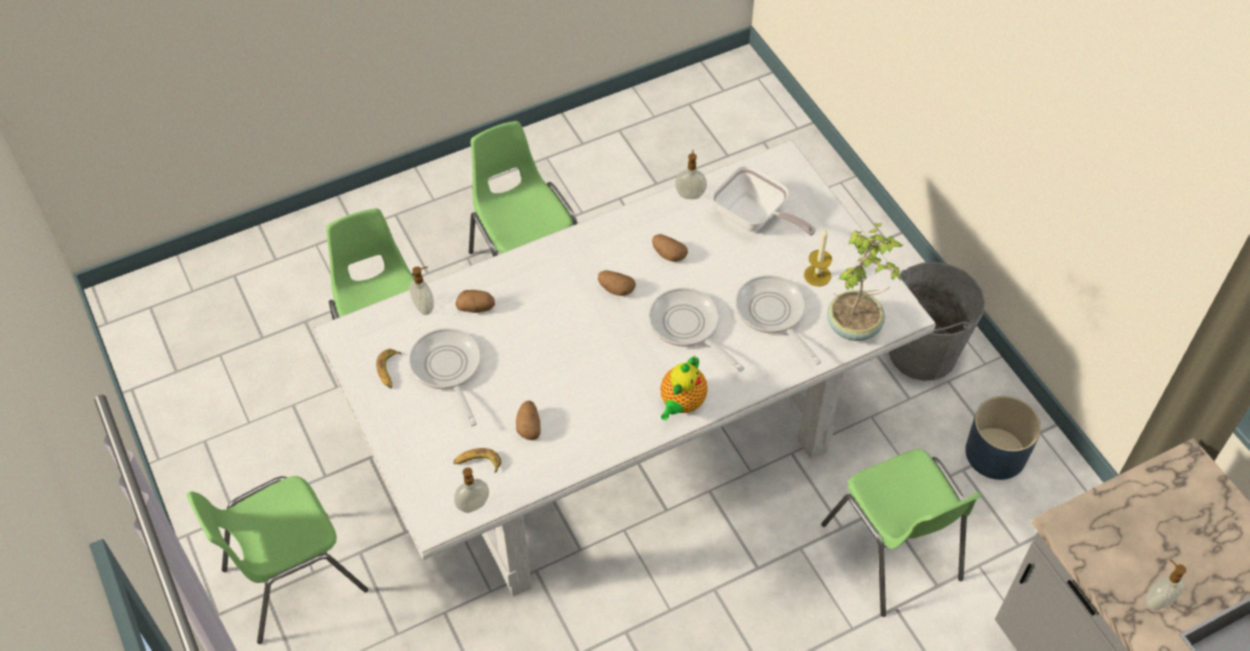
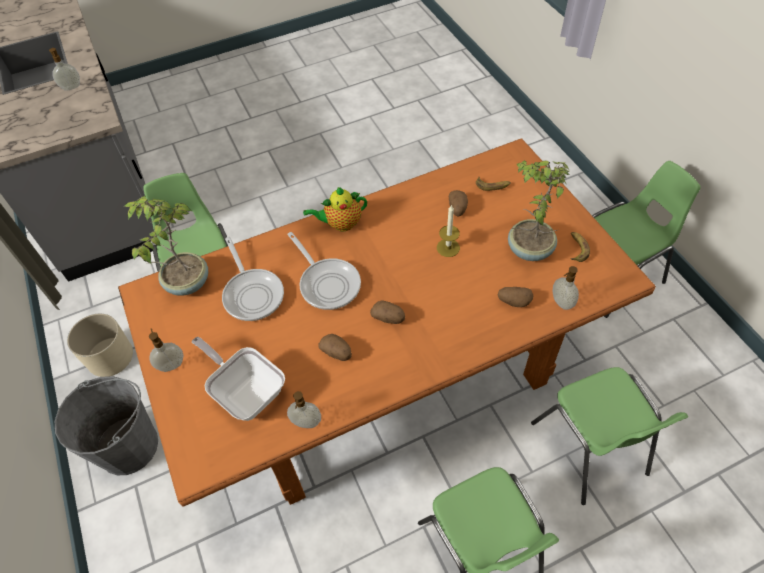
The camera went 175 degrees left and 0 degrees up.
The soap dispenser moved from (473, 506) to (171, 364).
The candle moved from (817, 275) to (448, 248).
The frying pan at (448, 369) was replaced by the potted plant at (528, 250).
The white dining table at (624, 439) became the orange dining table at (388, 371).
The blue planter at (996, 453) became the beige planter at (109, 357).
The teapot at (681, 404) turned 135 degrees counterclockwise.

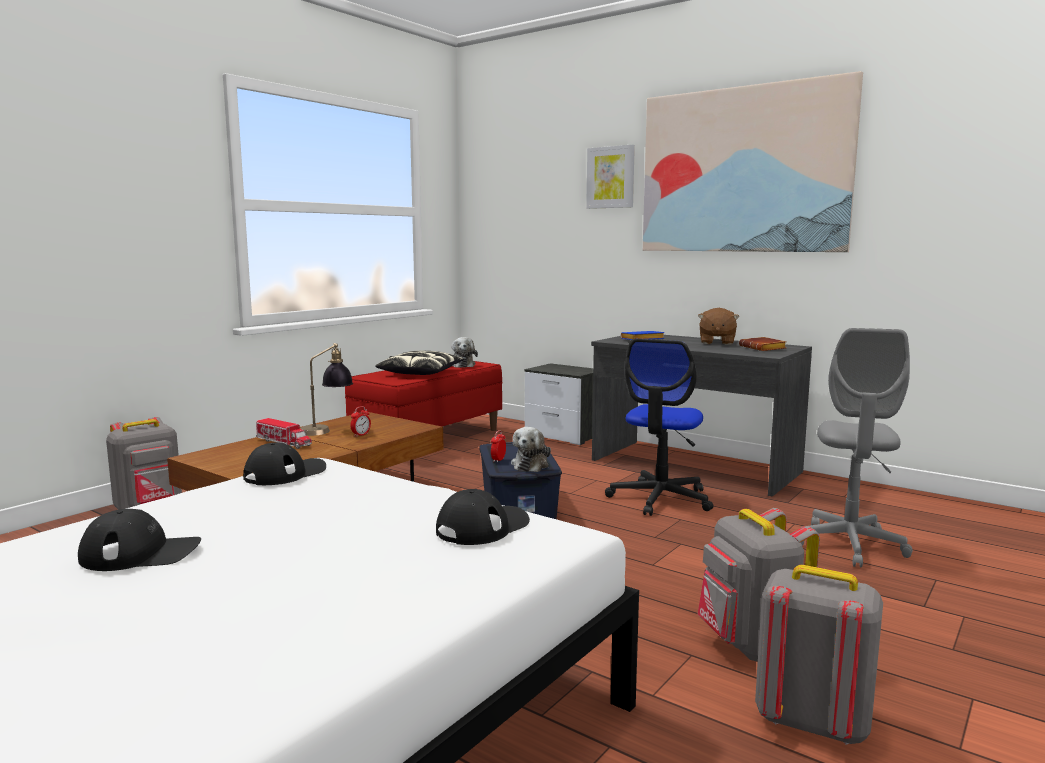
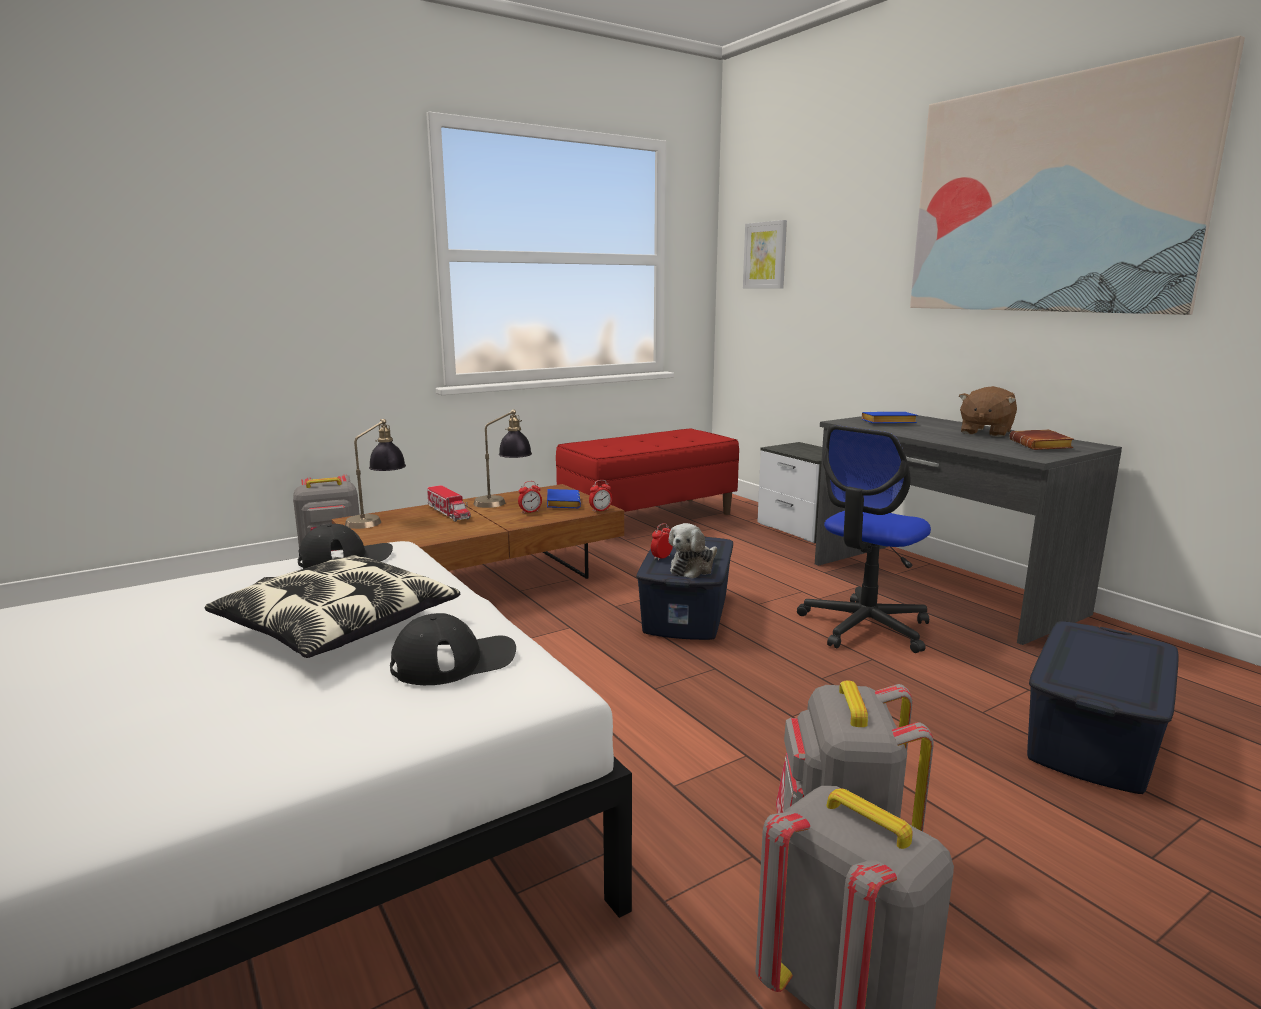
The camera went 20 degrees right and 5 degrees up.
The black cap at (141, 553) disappeared.
The plush toy at (461, 365) disappeared.
The table lamp at (378, 520) appeared.
The blue book at (561, 503) appeared.
The alarm clock at (600, 510) appeared.
The pillow moved from (421, 373) to (338, 626).
The picture moved from (611, 177) to (765, 255).
The grey office chair at (849, 545) was replaced by the blue storage box at (1092, 736).

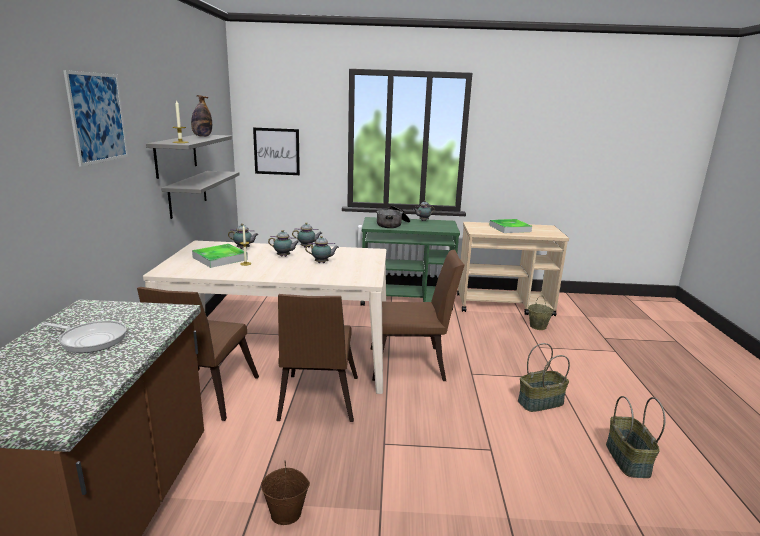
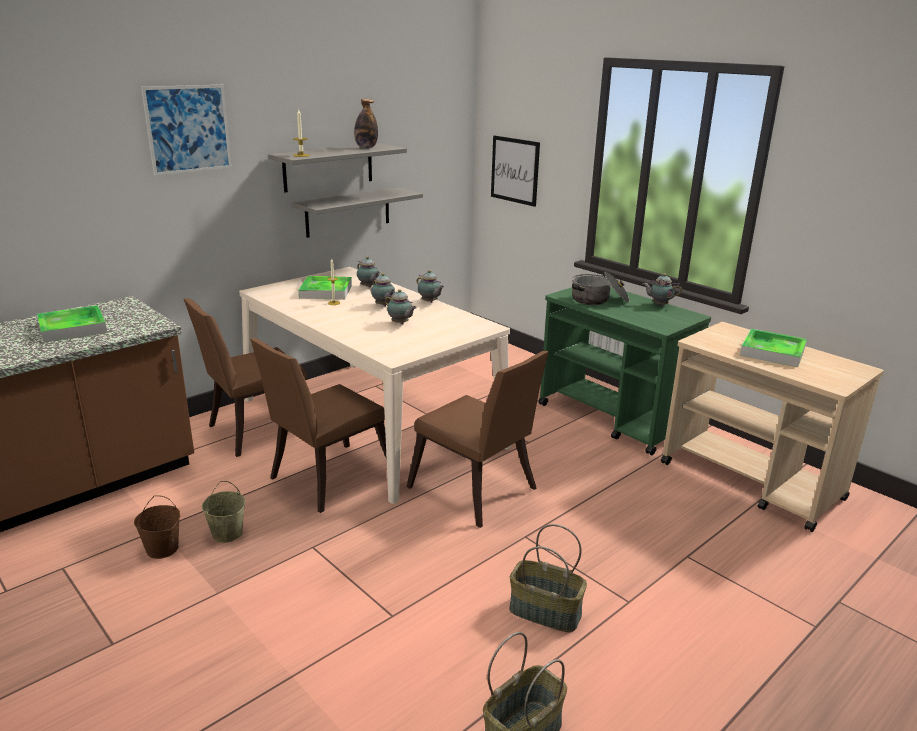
The camera went 45 degrees right and 5 degrees up.
The beige bucket moved from (537, 326) to (227, 533).
The frying pan at (91, 339) was replaced by the tray at (72, 328).

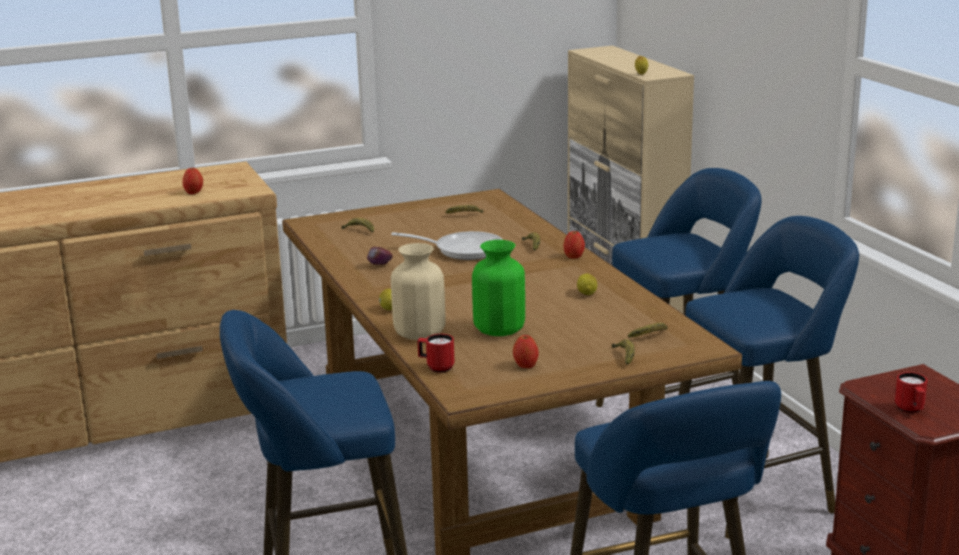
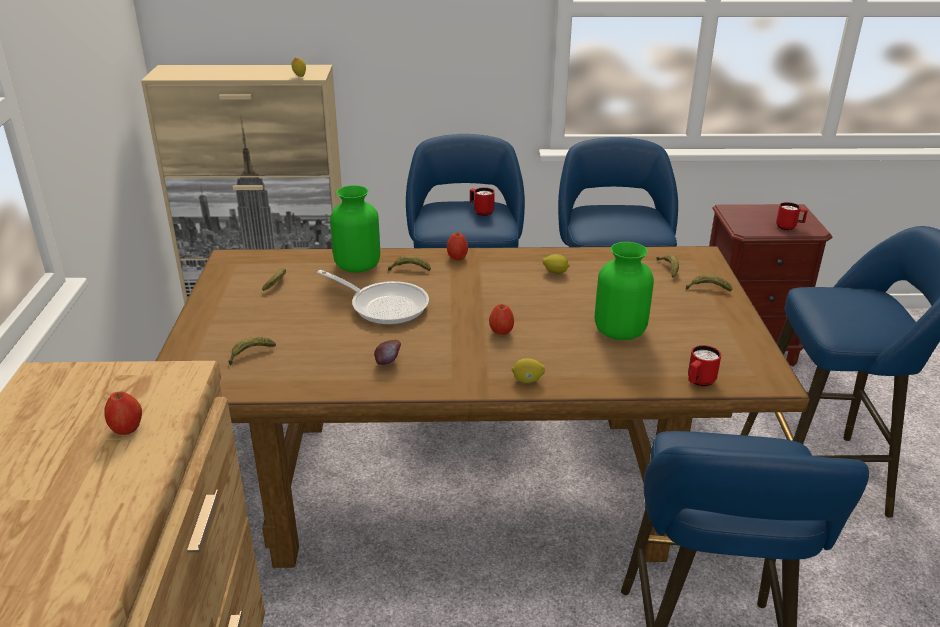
The camera went 70 degrees left and 10 degrees up.
The beige vase at (419, 333) disappeared.
The green vase at (357, 265) appeared.
The red mug at (481, 212) appeared.
The apple moved from (525, 365) to (501, 332).
The frying pan at (462, 250) turned 90 degrees clockwise.

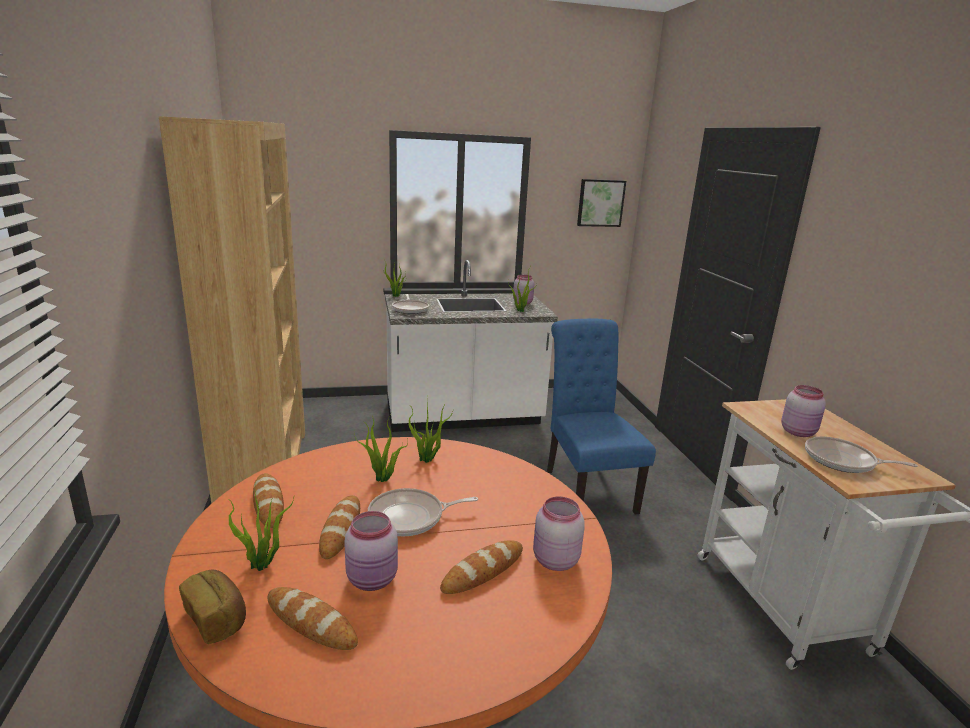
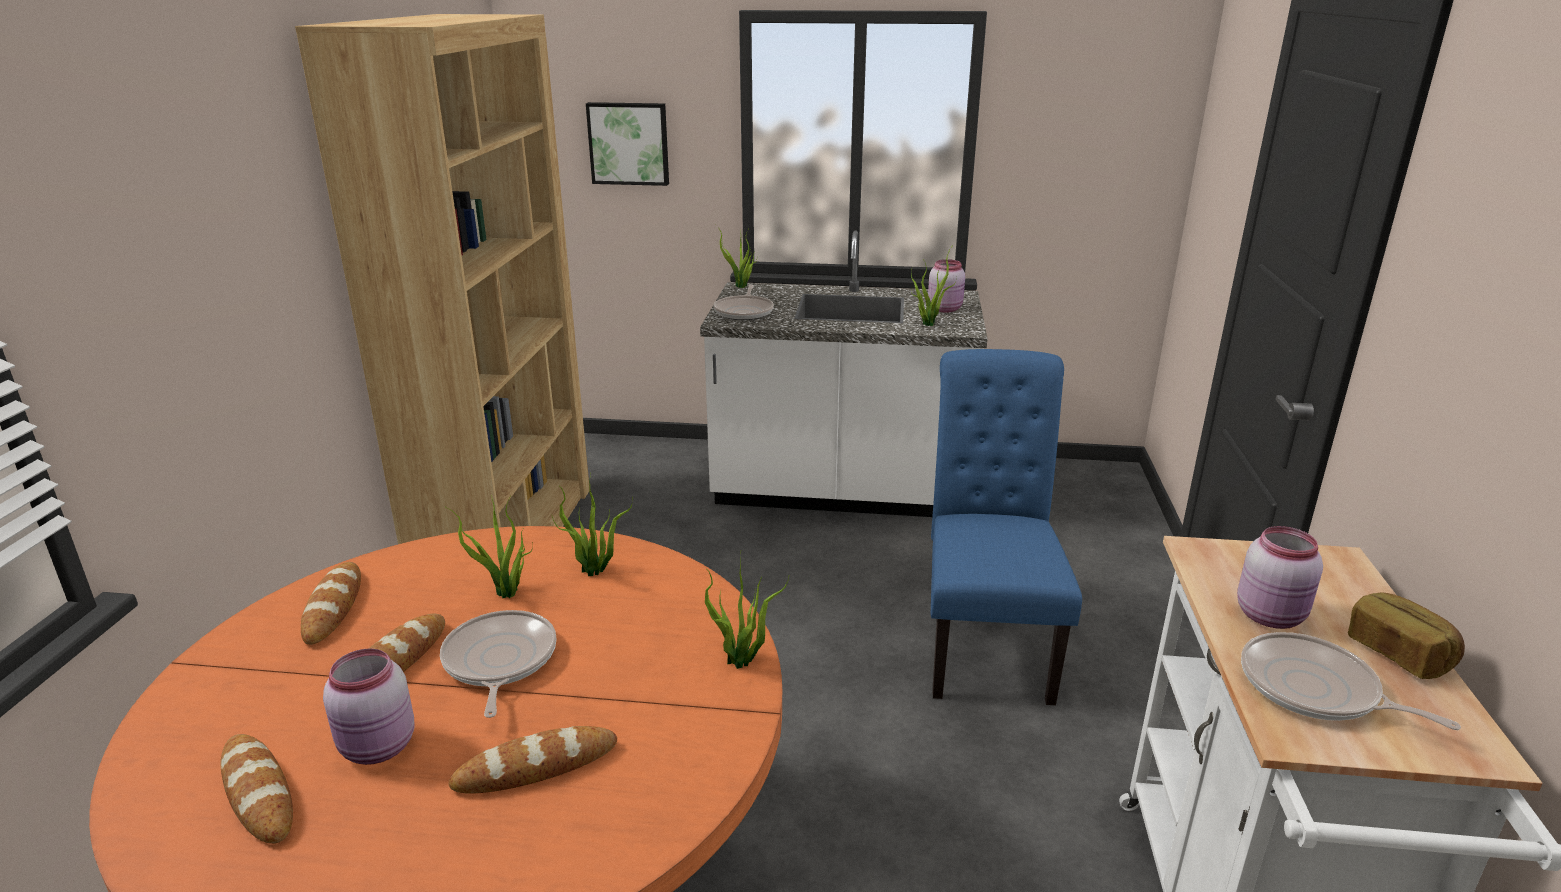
The camera went 20 degrees right and 5 degrees up.
The pink jar at (554, 560) disappeared.
The bread moved from (217, 619) to (1398, 653).
The potted plant moved from (263, 565) to (742, 662).
The picture moved from (600, 203) to (629, 143).
The frying pan at (410, 517) turned 75 degrees clockwise.

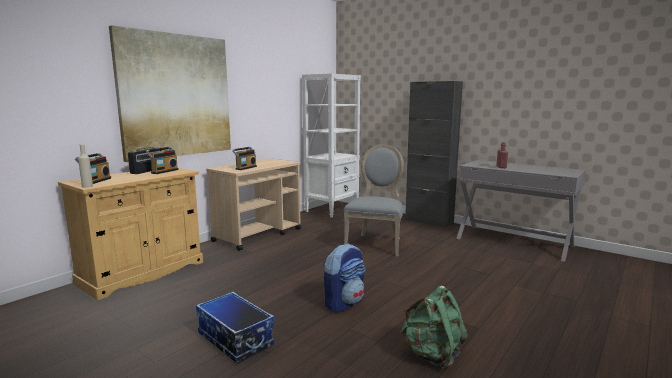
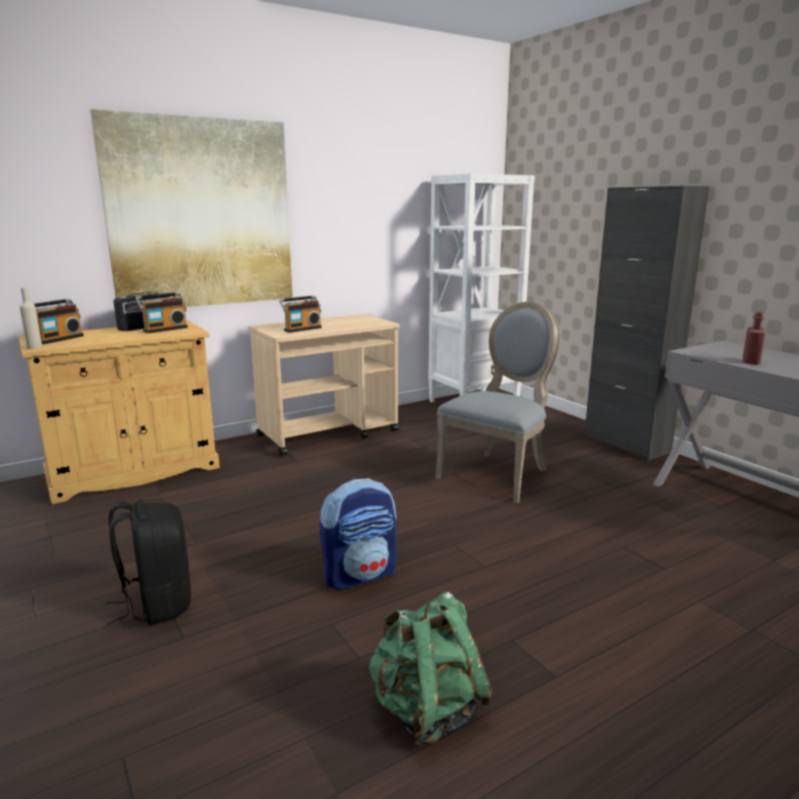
The camera went 20 degrees right and 5 degrees up.
The storage box at (234, 340) was replaced by the black backpack at (156, 604).

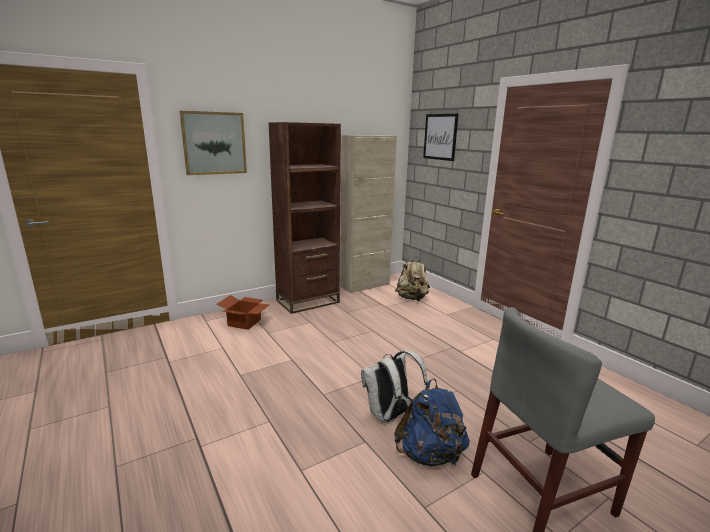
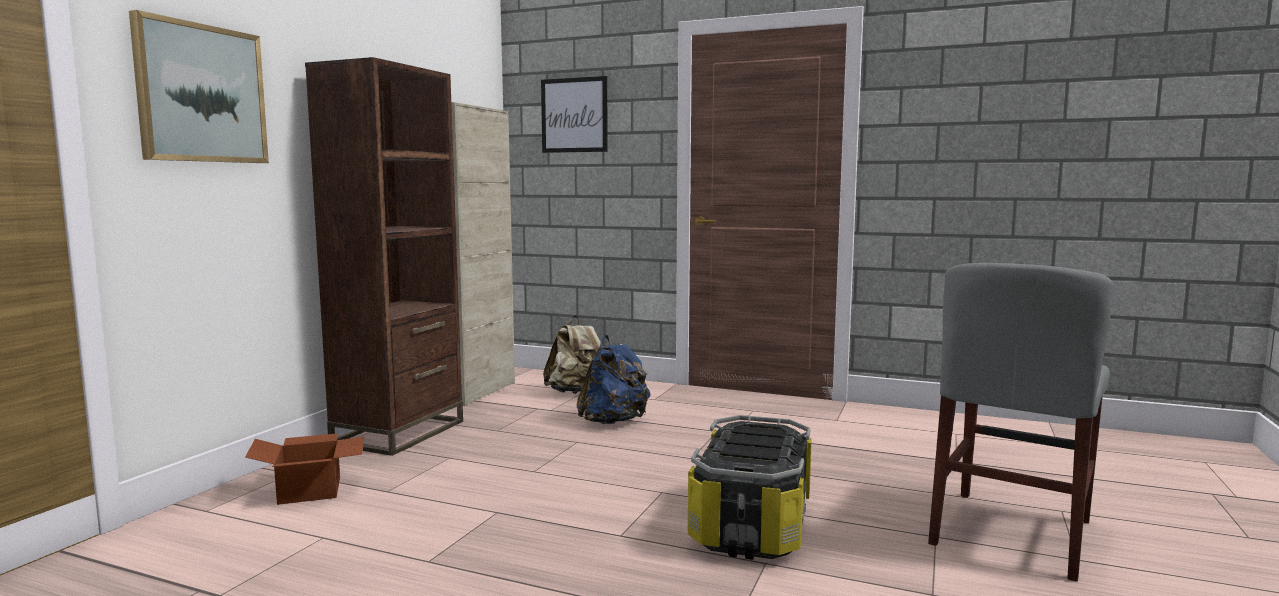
The camera went 35 degrees left and 10 degrees down.
The blue backpack moved from (430, 455) to (613, 422).
The white backpack at (390, 415) was replaced by the storage box at (753, 524).

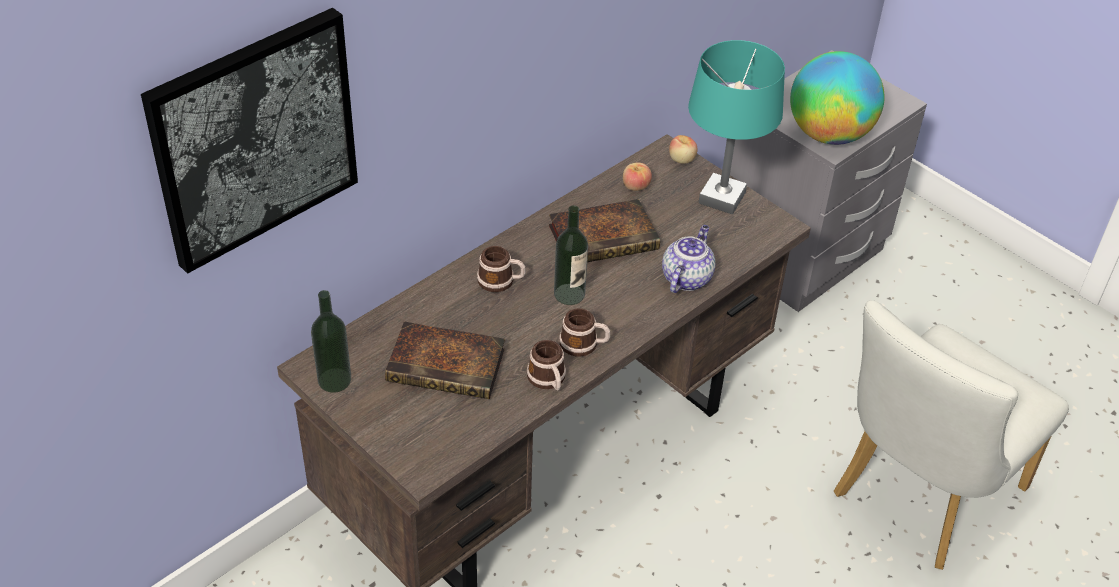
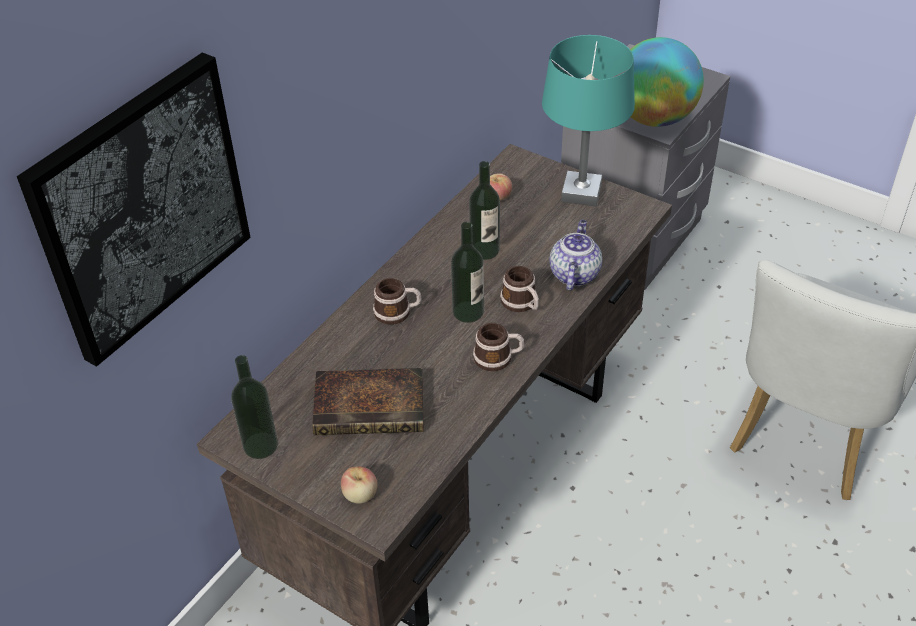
The camera went 10 degrees left and 0 degrees up.
The mug moved from (548, 380) to (522, 304).
The apple moved from (682, 160) to (360, 495).
The book at (605, 237) was replaced by the bottle at (484, 250).

